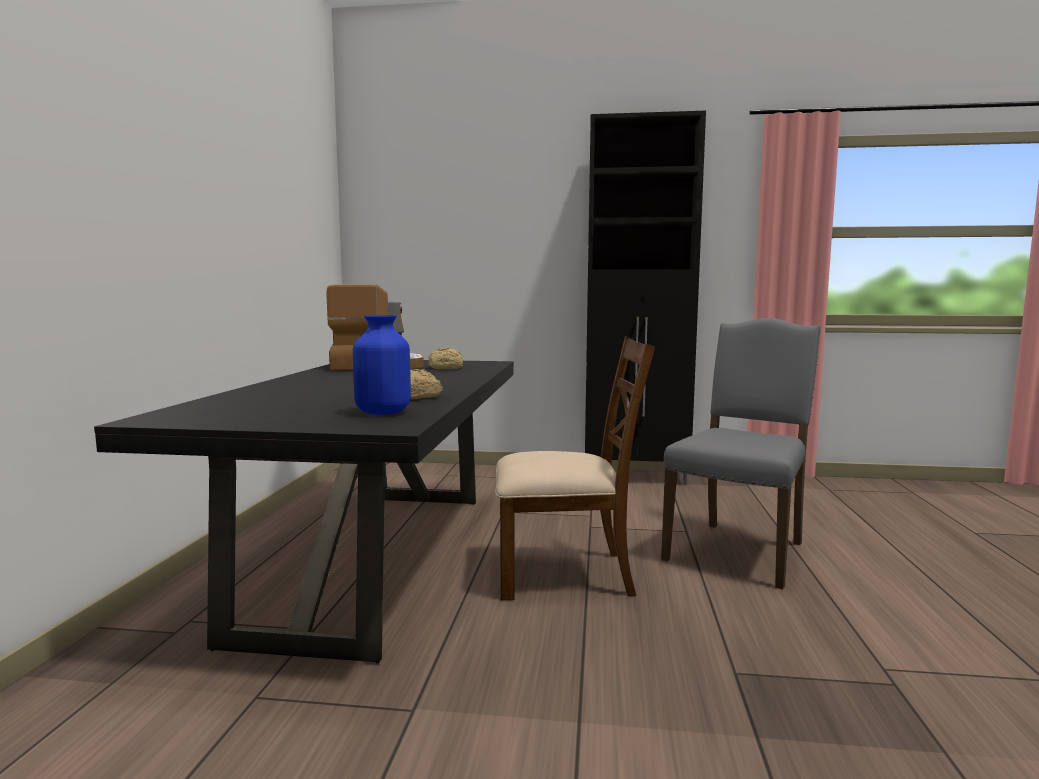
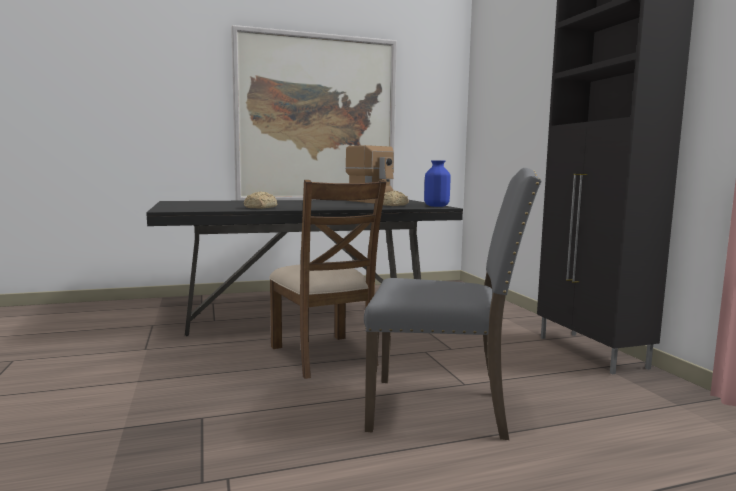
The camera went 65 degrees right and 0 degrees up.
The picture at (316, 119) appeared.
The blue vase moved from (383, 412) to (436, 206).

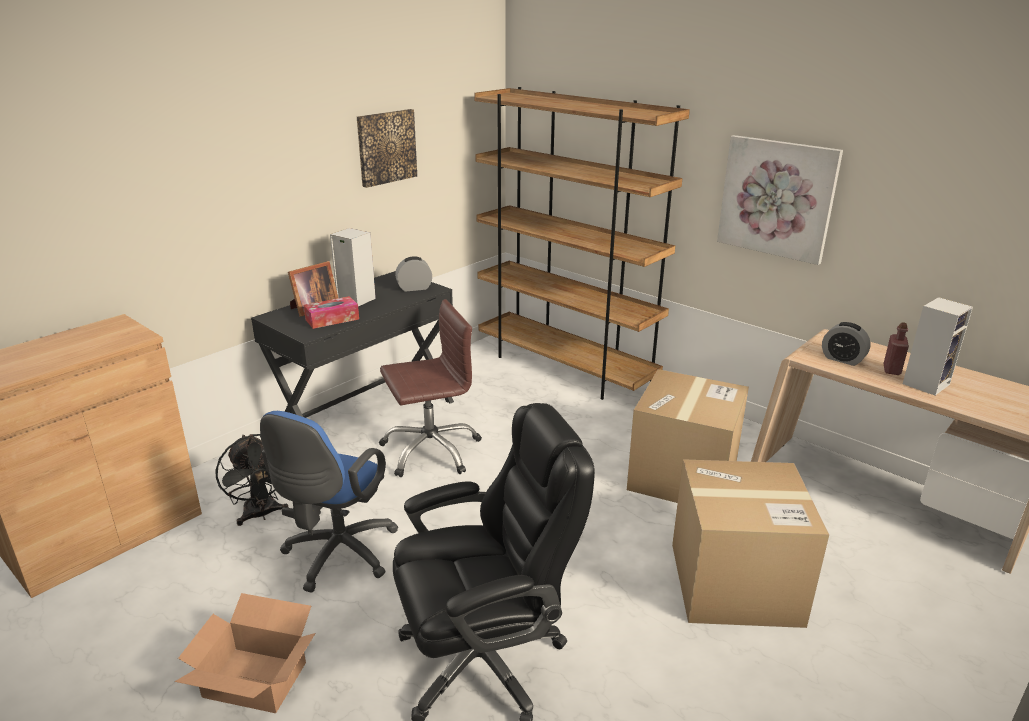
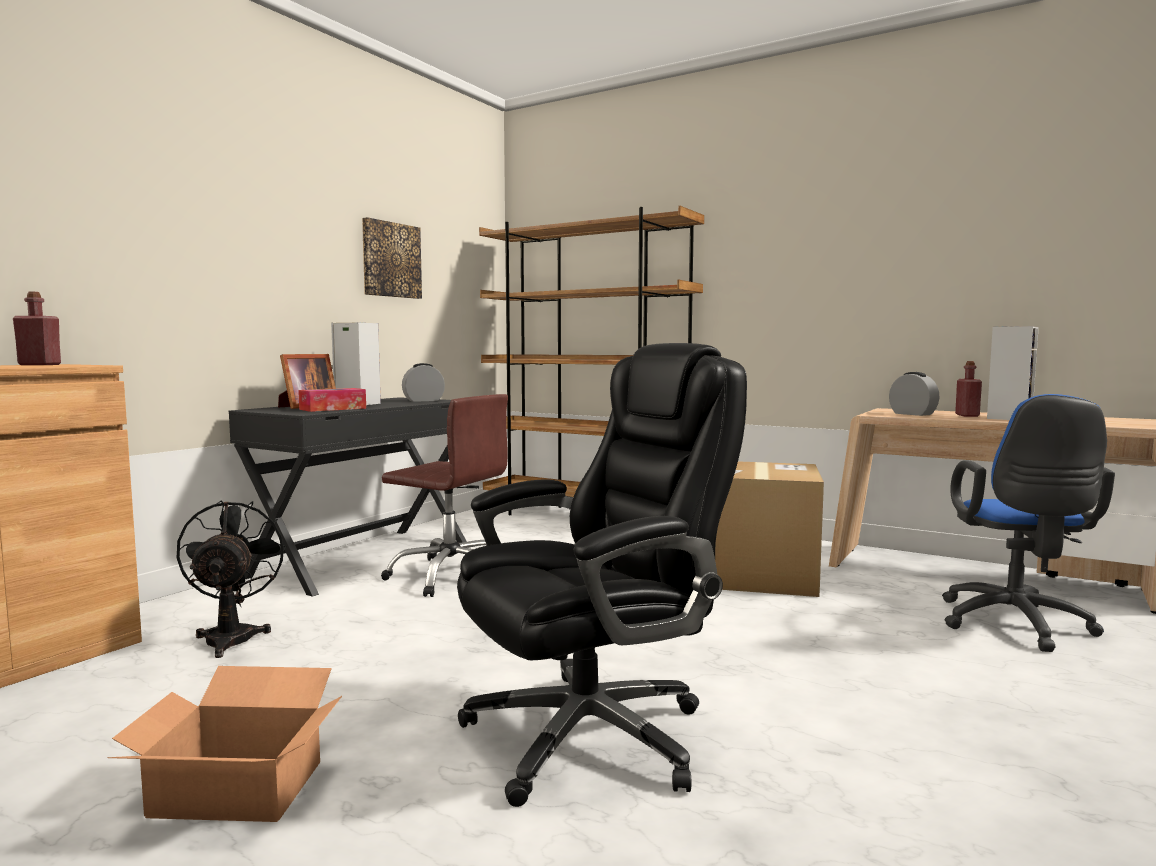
The camera went 10 degrees left and 20 degrees down.
The cardboard box at (734, 583) disappeared.
The picture at (777, 198) disappeared.
The red bottle at (39, 365) appeared.
The blue office chair moved from (337, 556) to (1016, 626).
The black fan at (262, 514) turned 150 degrees counterclockwise.
The brown office chair at (430, 450) turned 60 degrees clockwise.
The alarm clock at (842, 359) turned 150 degrees counterclockwise.

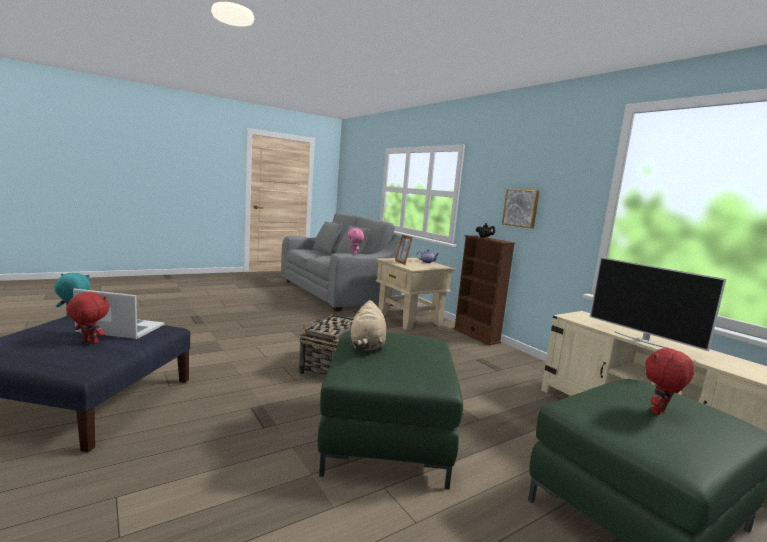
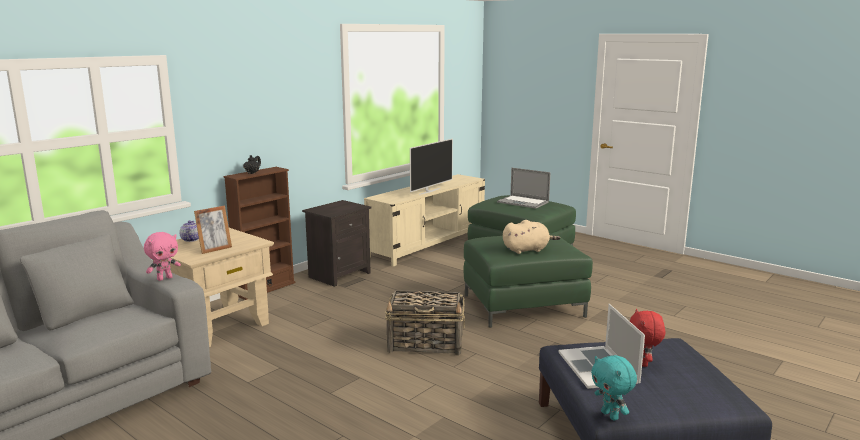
The camera went 105 degrees left and 5 degrees up.
The picture at (521, 208) disappeared.
The black nightstand at (339, 274) appeared.
The red plush toy at (659, 412) was replaced by the laptop at (523, 202).

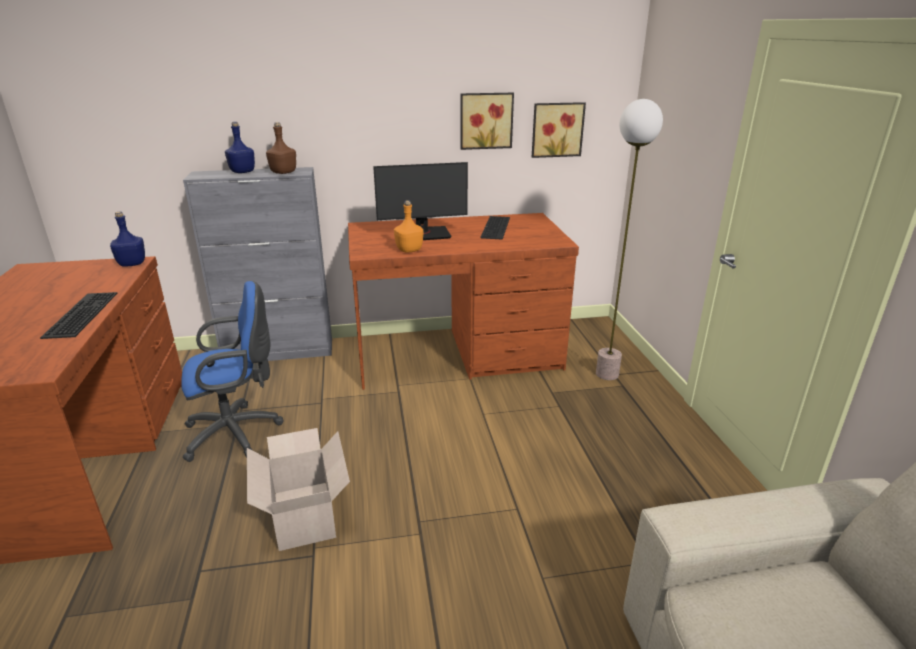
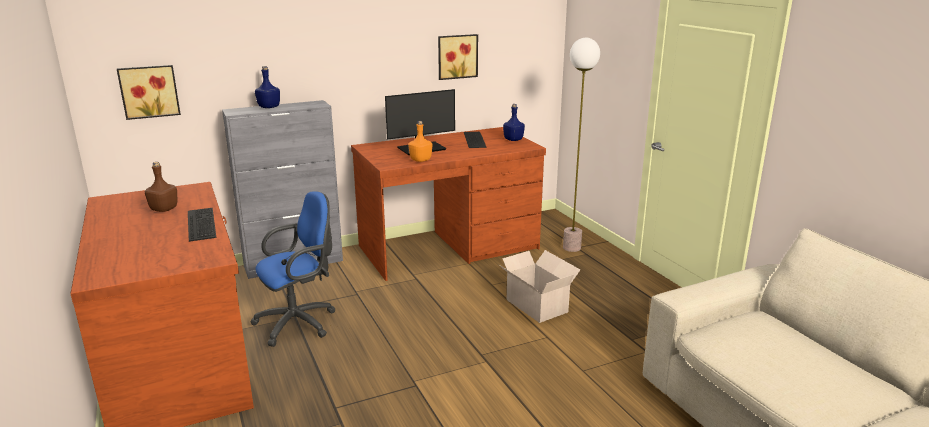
The camera went 15 degrees left and 5 degrees down.
The blue bottle moved from (132, 263) to (513, 139).
The cardboard box moved from (304, 513) to (536, 305).
The brown bottle moved from (283, 173) to (163, 209).
The picture moved from (557, 129) to (149, 91).

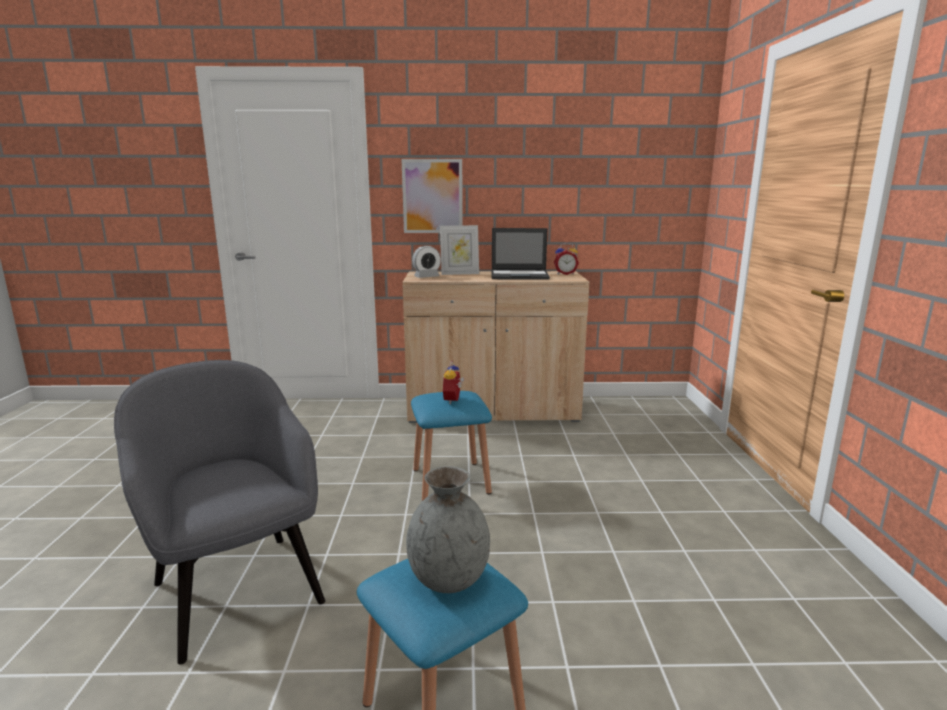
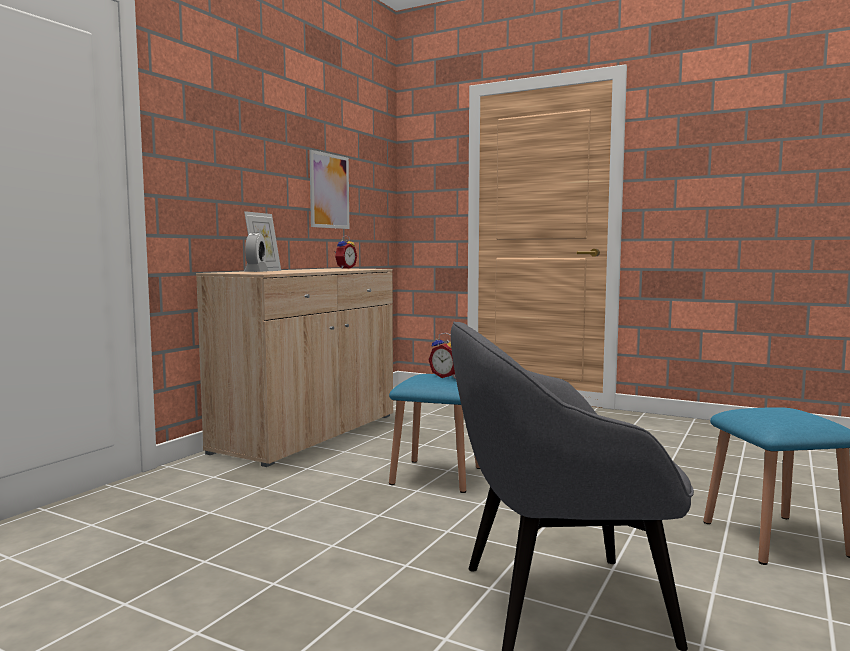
The camera went 60 degrees left and 10 degrees down.
The grey vase at (448, 579) disappeared.
The laptop at (520, 275) disappeared.
The picture moved from (432, 196) to (329, 191).

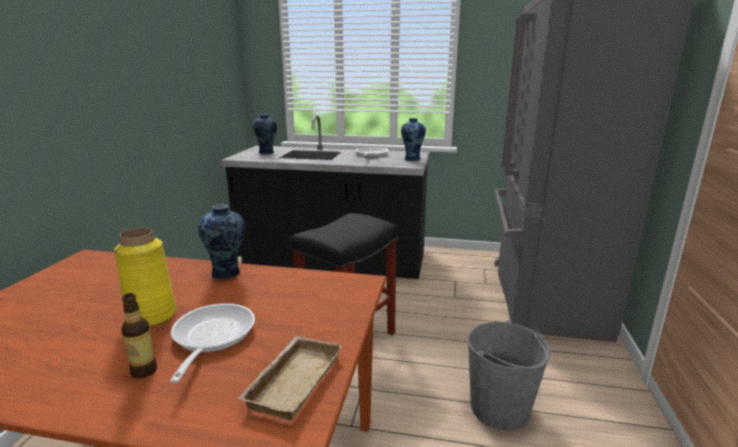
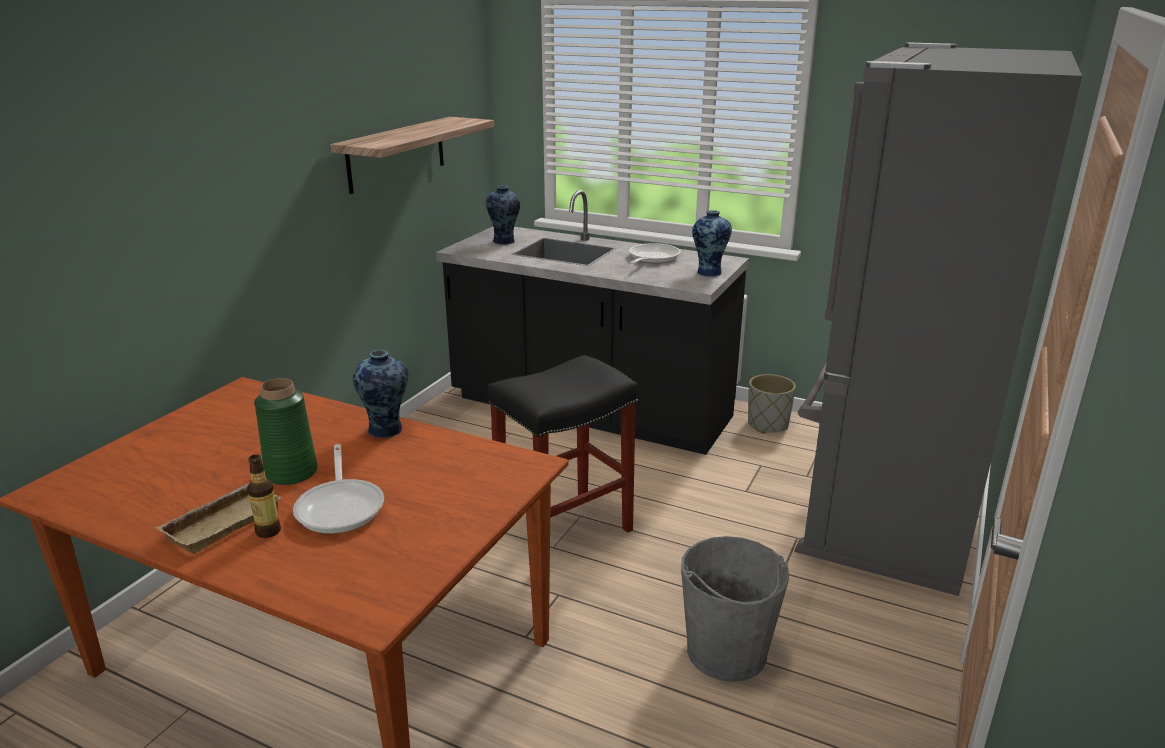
The camera went 15 degrees right and 5 degrees up.
The shelf at (397, 154) appeared.
The grey planter at (767, 425) appeared.
The beige tray moved from (293, 380) to (222, 522).
The yellow vase at (152, 315) became the green vase at (292, 473).
The frying pan at (211, 337) turned 150 degrees clockwise.

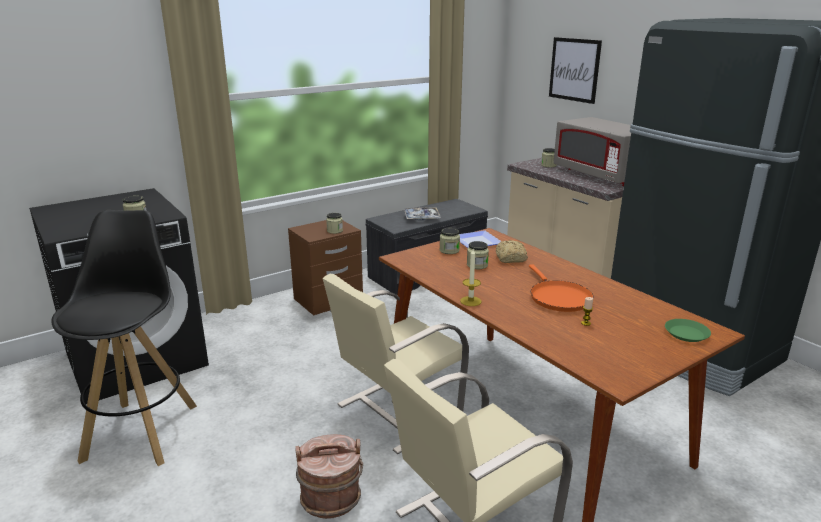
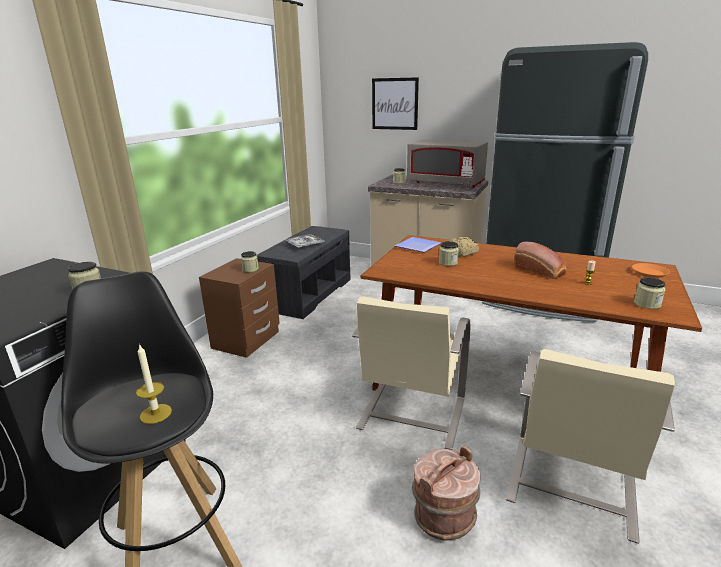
The camera went 30 degrees left and 0 degrees up.
The jar moved from (449, 250) to (647, 304).
The candle moved from (470, 301) to (155, 414).
The orange frying pan at (558, 298) was replaced by the bread at (541, 271).
The green plate at (686, 334) became the orange plate at (649, 273).

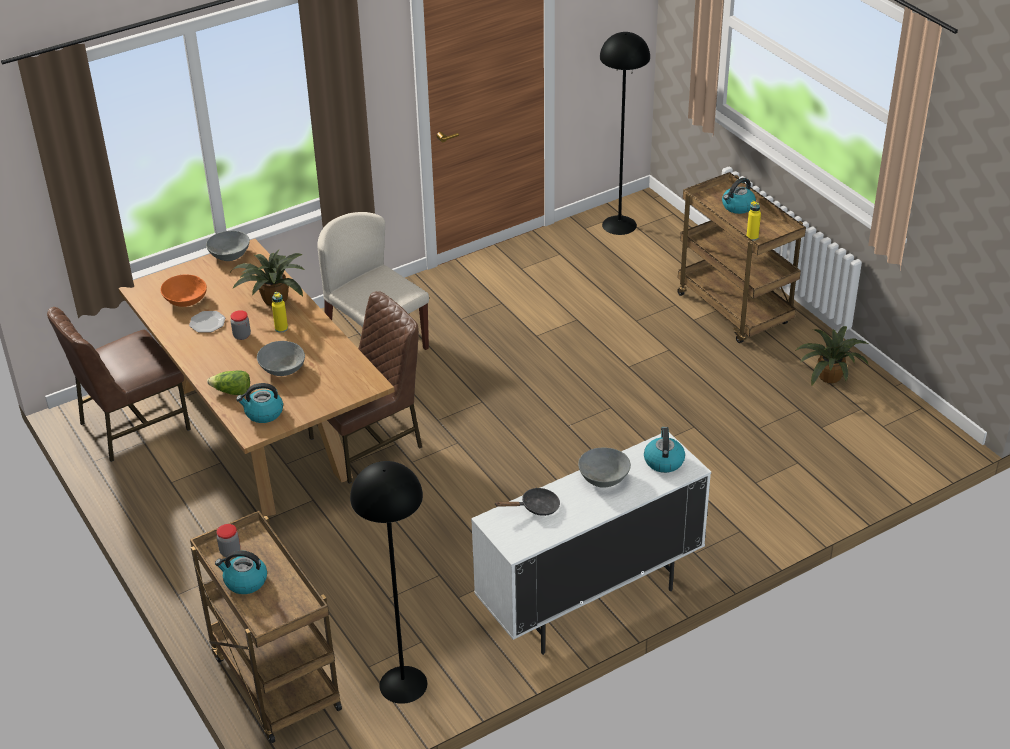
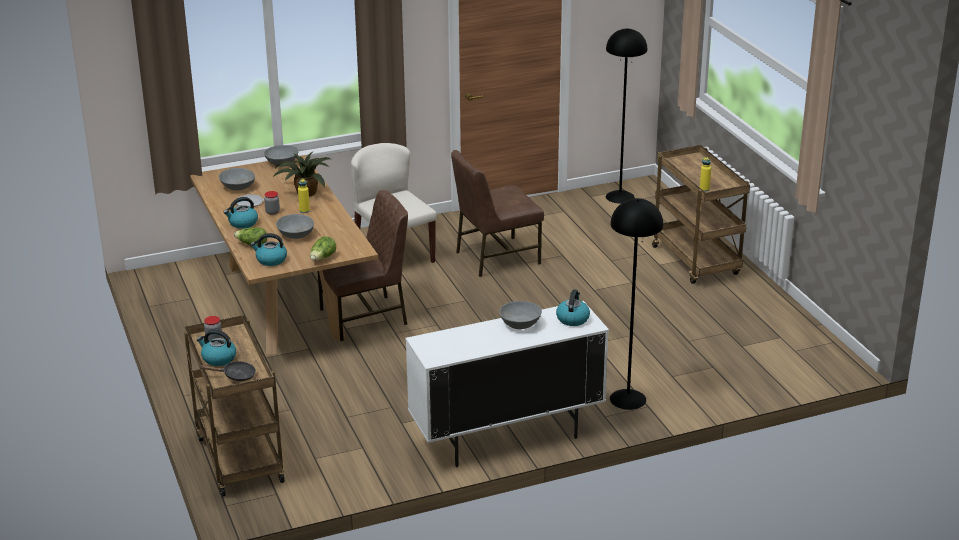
The camera went 10 degrees right and 10 degrees down.
The potted plant at (829, 378) disappeared.
The lettuce at (323, 258) appeared.
The brown chair moved from (132, 426) to (496, 257).
The black floor lamp moved from (404, 684) to (628, 399).
The black frying pan moved from (536, 507) to (236, 376).
The kettle moved from (737, 207) to (242, 223).
The orange bowl at (185, 301) became the grey bowl at (237, 187).

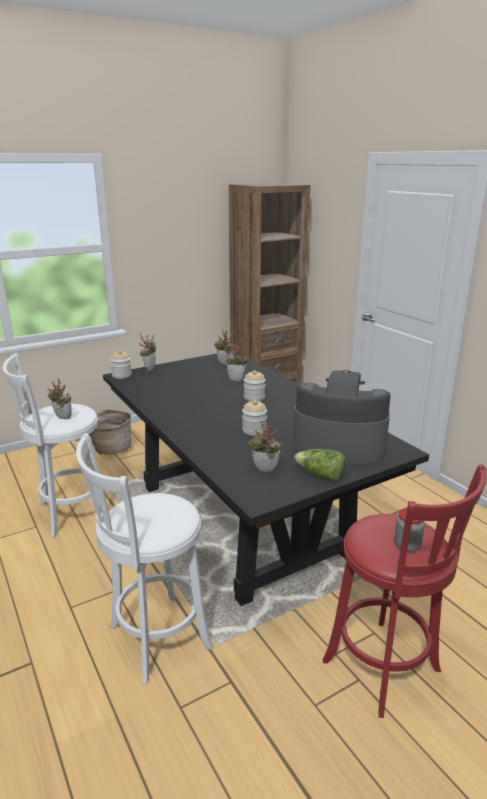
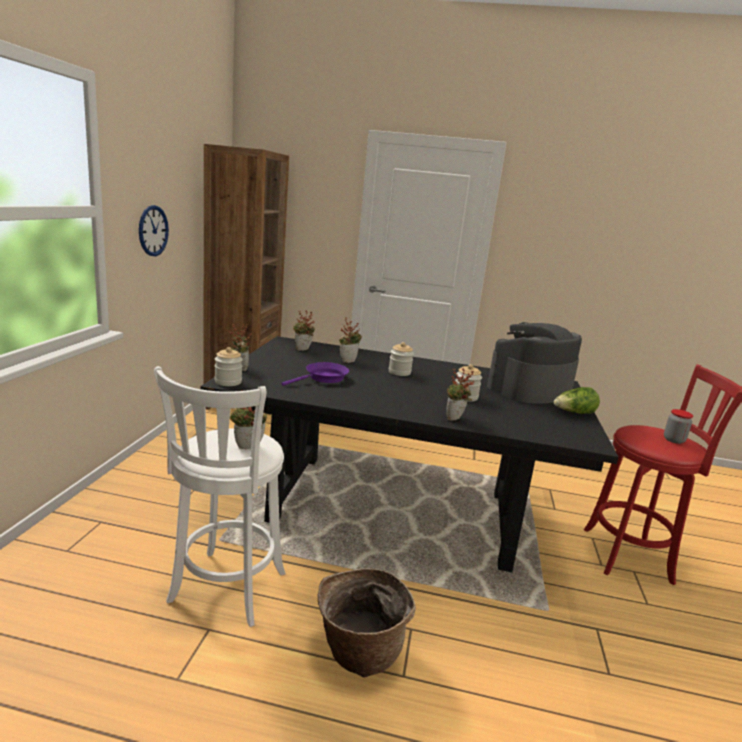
The camera went 50 degrees left and 5 degrees down.
The white stool at (154, 639) disappeared.
The wall clock at (153, 231) appeared.
The purple frying pan at (323, 378) appeared.
The basket moved from (111, 448) to (358, 651).
The potted plant moved from (264, 471) to (455, 419).

